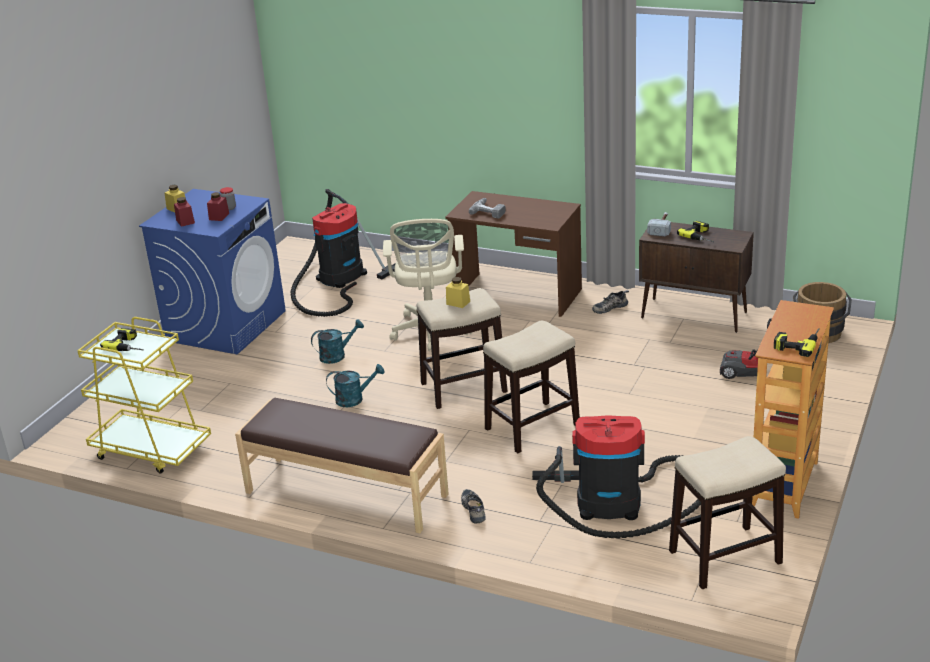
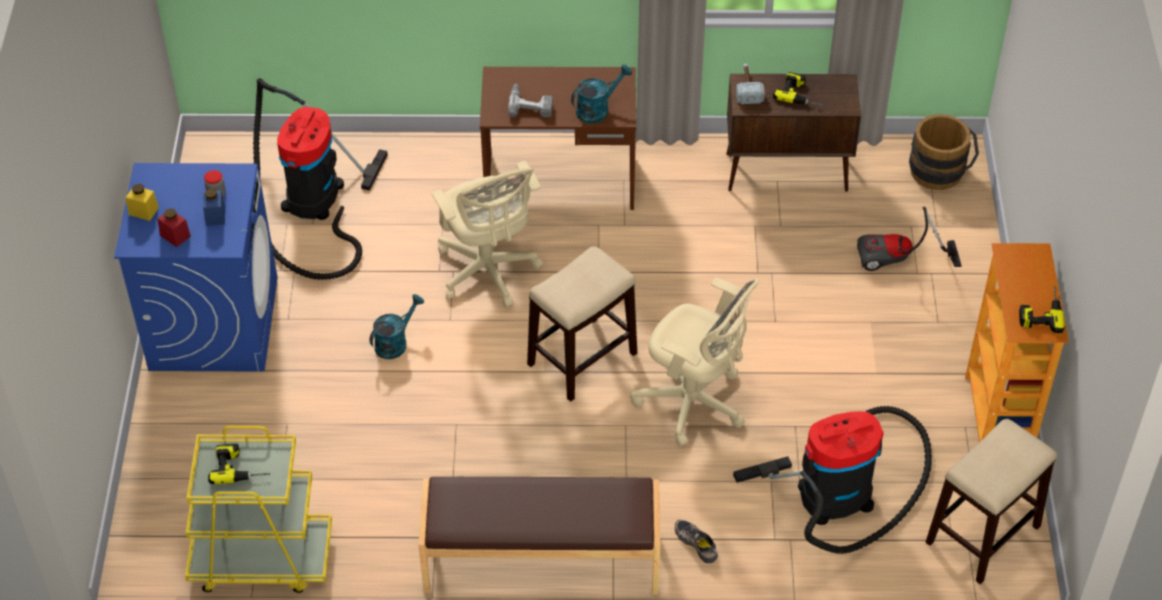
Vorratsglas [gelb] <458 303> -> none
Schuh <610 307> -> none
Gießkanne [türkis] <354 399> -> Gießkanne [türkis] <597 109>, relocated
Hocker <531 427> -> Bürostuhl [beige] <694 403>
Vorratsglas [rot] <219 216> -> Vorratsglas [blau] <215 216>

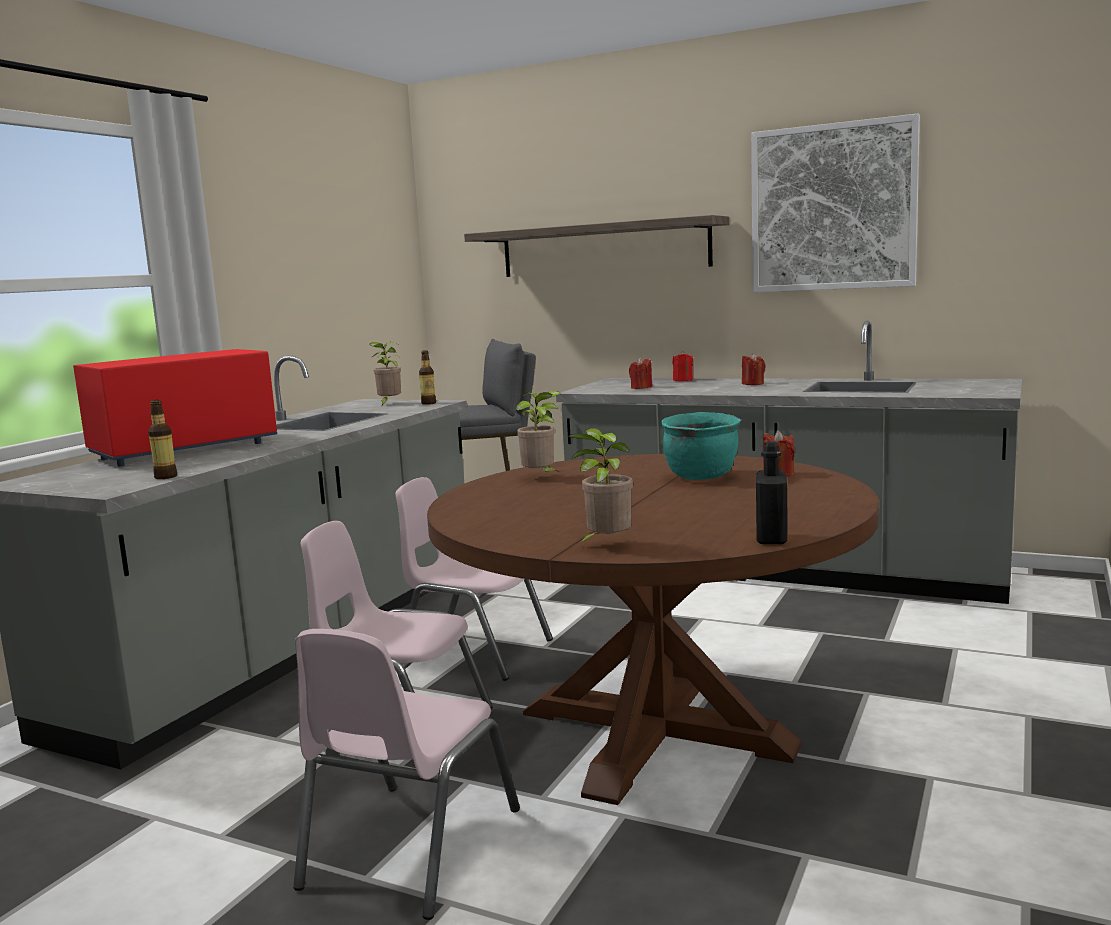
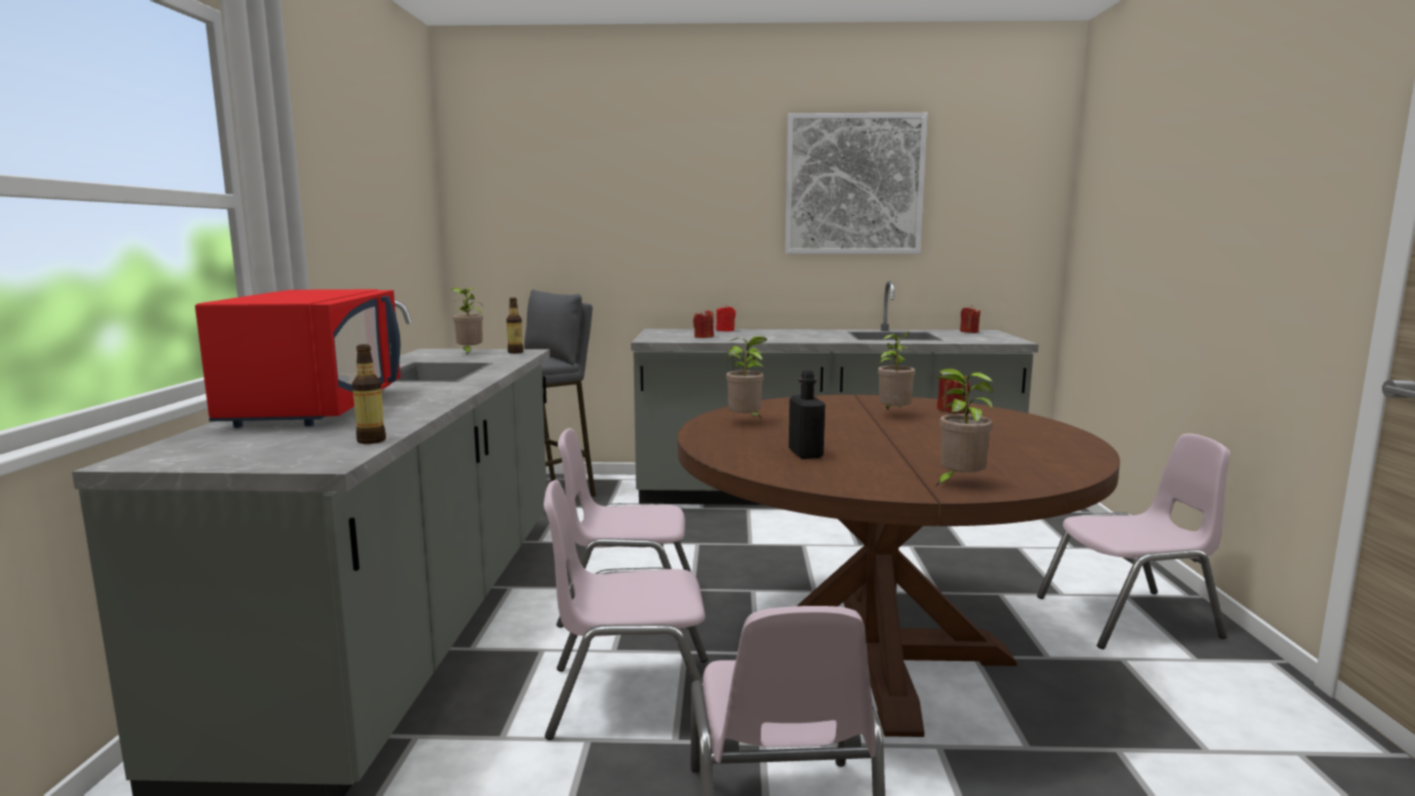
Wandregal <603 249> -> none
none -> Stuhl [rosa] <1129 618>
Kerze [rot] <753 384> -> Kerze [rot] <969 332>, relocated
Flasche [schwarz] <771 538> -> Flasche [schwarz] <805 454>, relocated
Kochtopf [türkis] <701 477> -> Topfpflanze <894 415>
Mikrowelle [rot] <183 450> -> Mikrowelle [rot] <317 408>, 150 degrees clockwise

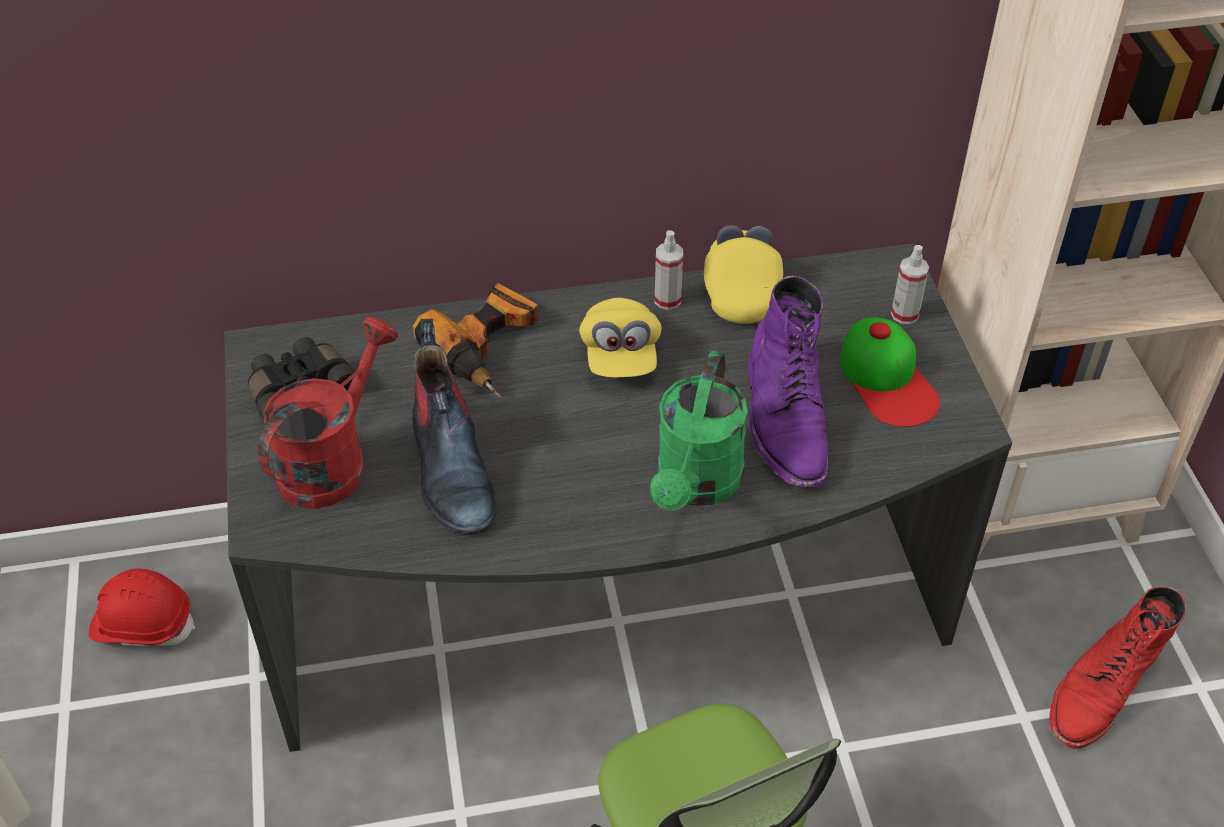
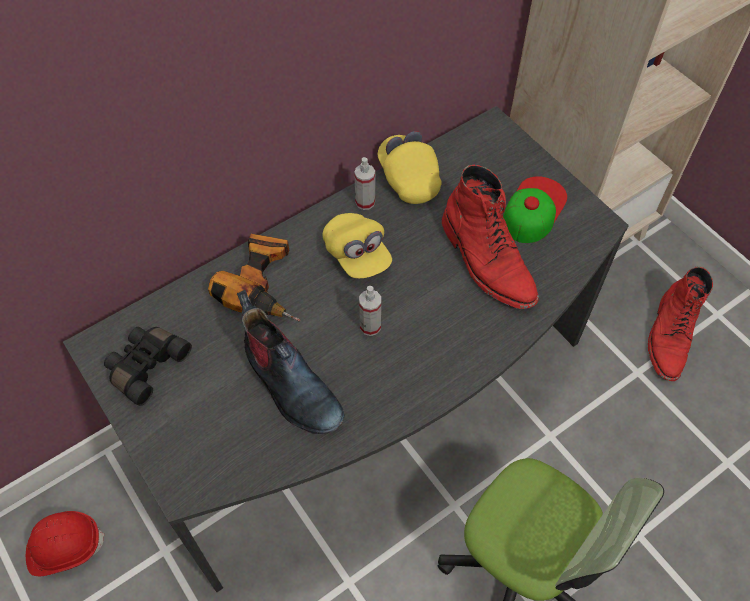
Gießkanne [rot] <332 460> -> none
Gießkanne [grün] <696 485> -> none
Sprühflasche <905 314> -> Sprühflasche <370 326>, relocated
Stiefel [lila] <785 419> -> Stiefel [rot] <487 261>
Kappe <887 379> -> Kappe <533 209>, 105 degrees counterclockwise

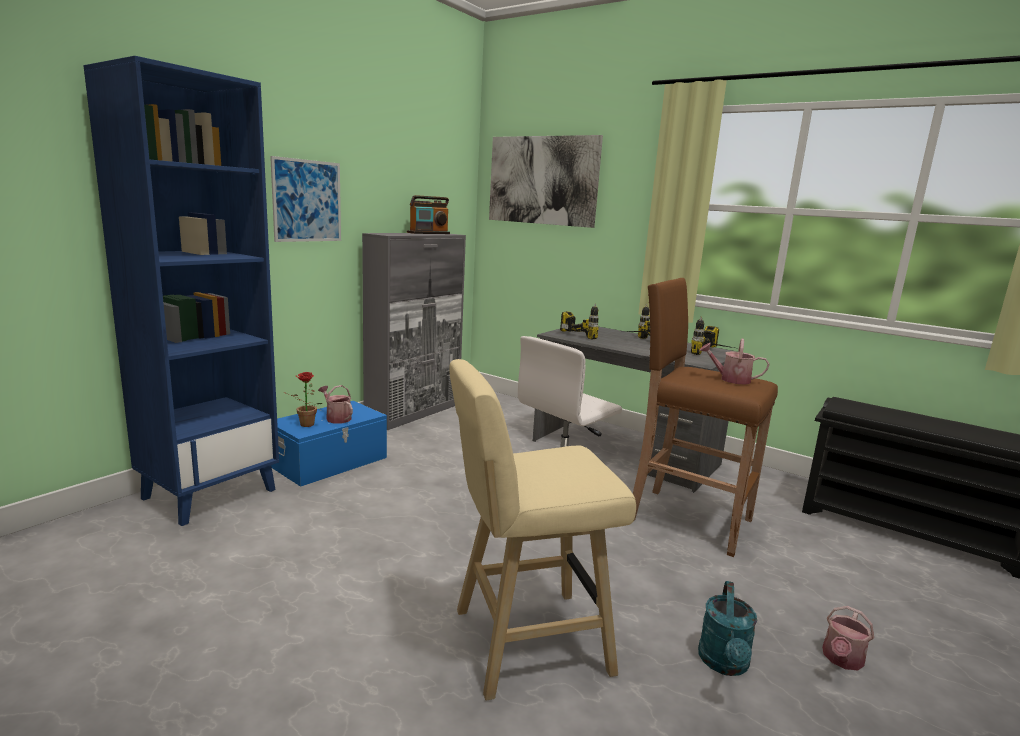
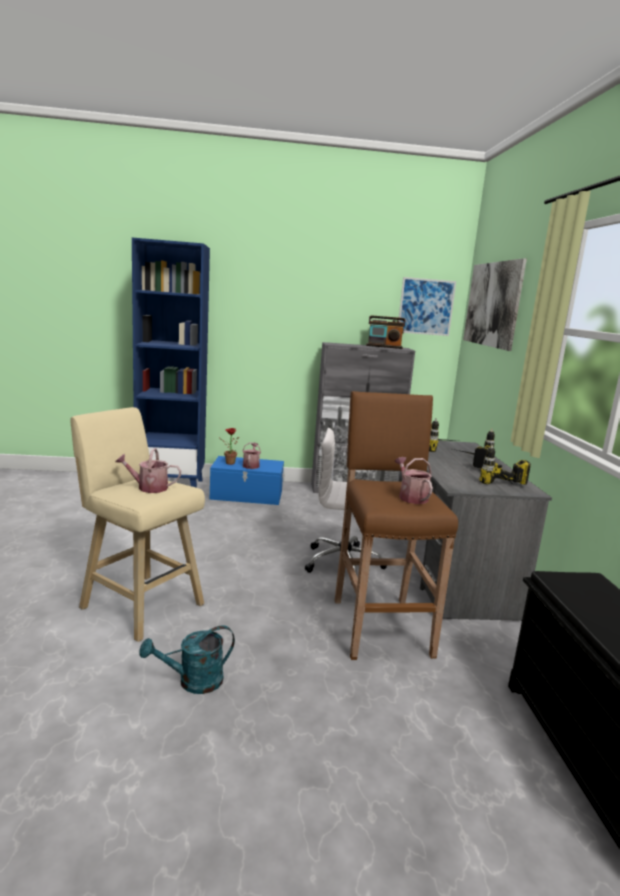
Bild <307 201> -> Bild <426 307>, relocated
Gießkanne <841 660> -> Gießkanne <148 488>, relocated

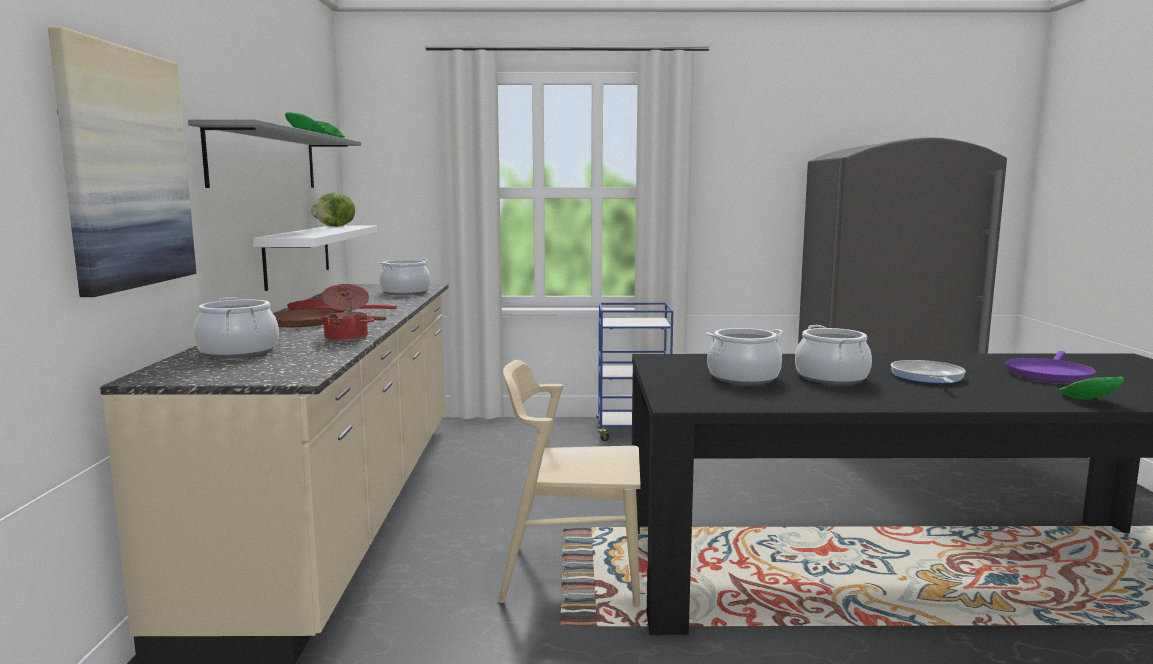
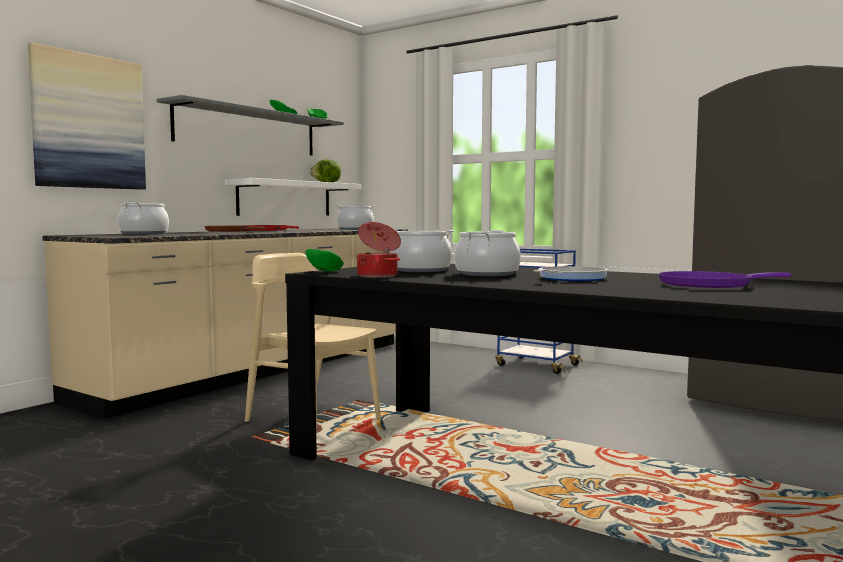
Kochtopf <347 337> -> Kochtopf <378 276>, relocated
Schüssel [grün] <1087 400> -> Schüssel [grün] <326 271>, relocated

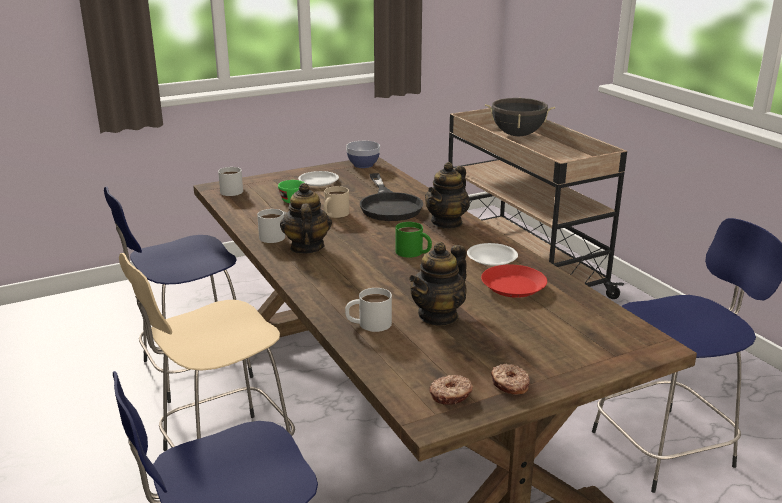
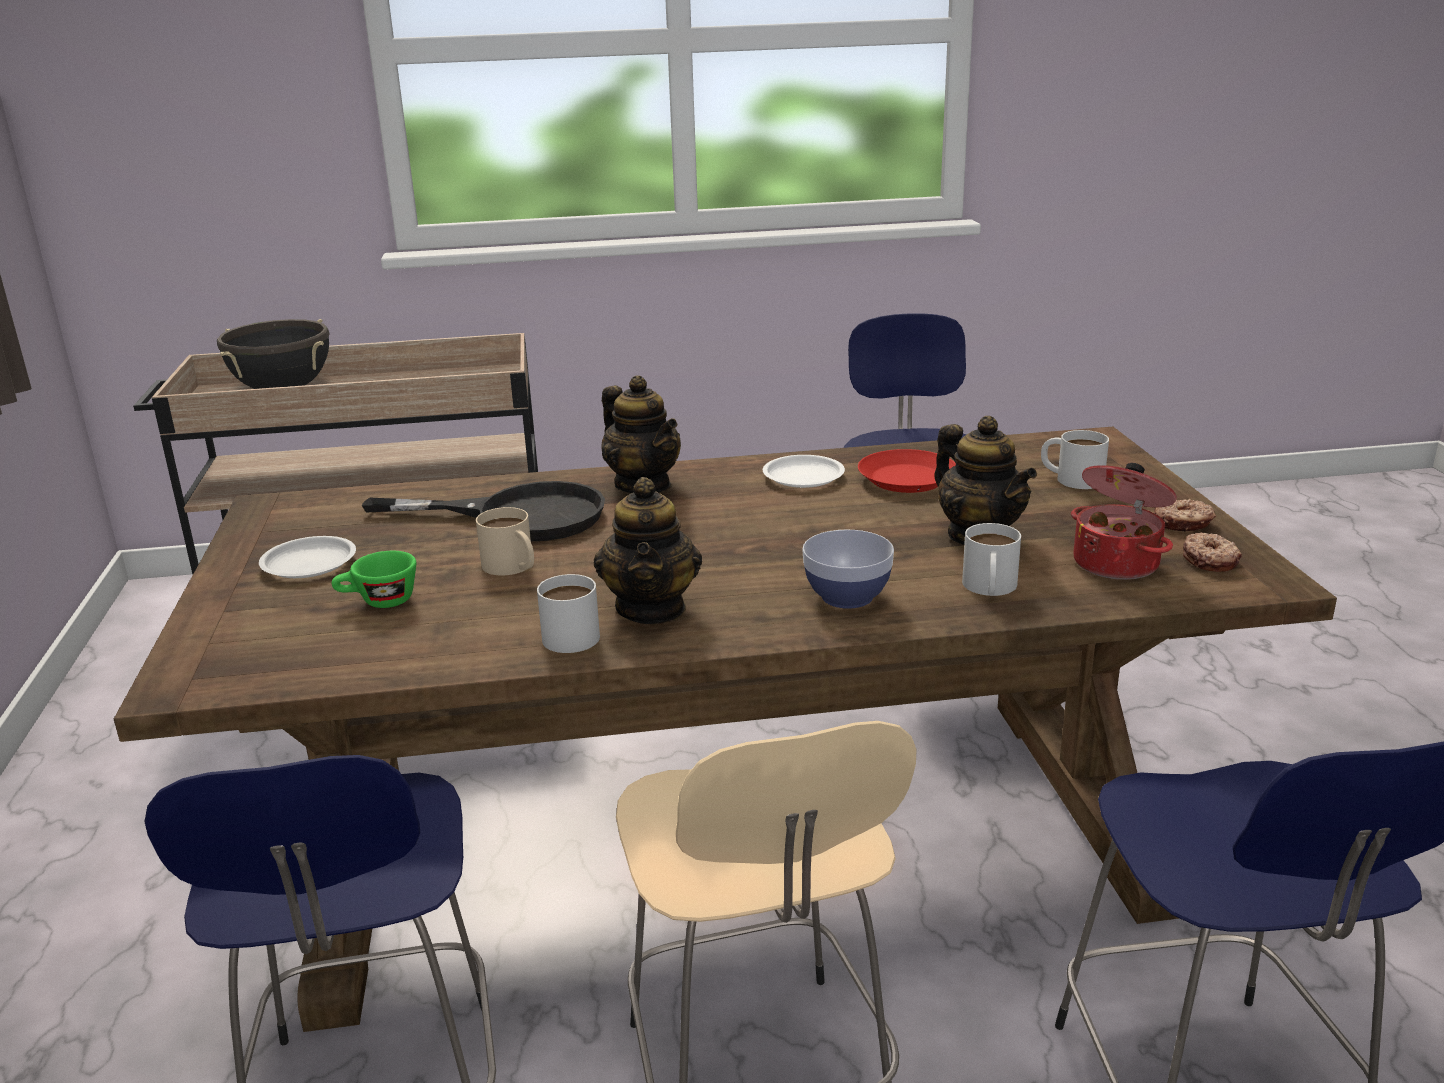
Henkelbecher [grün] <414 253> -> none
none -> Kochtopf <1117 563>
Henkelbecher [weiß] <233 190> -> Henkelbecher [weiß] <1071 478>, relocated
Schüssel <363 165> -> Schüssel <847 596>, relocated
Teekanne <306 247> -> Teekanne <652 608>, 105 degrees counterclockwise

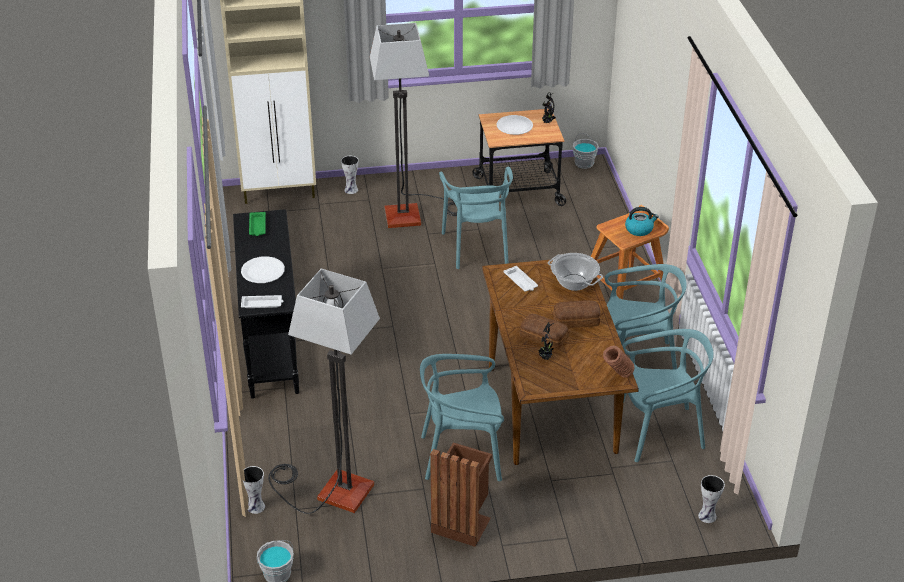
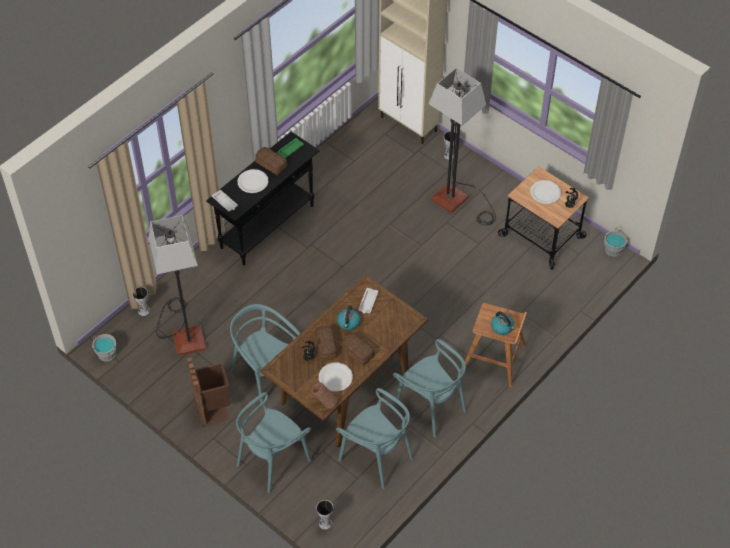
Kochtopf <574 282> -> none
none -> Brot <271 163>
none -> Teller [weiß] <335 377>
none -> Wasserkessel <348 323>
Stuhl [türkis] <477 247> -> Stuhl [türkis] <273 460>, relocated

